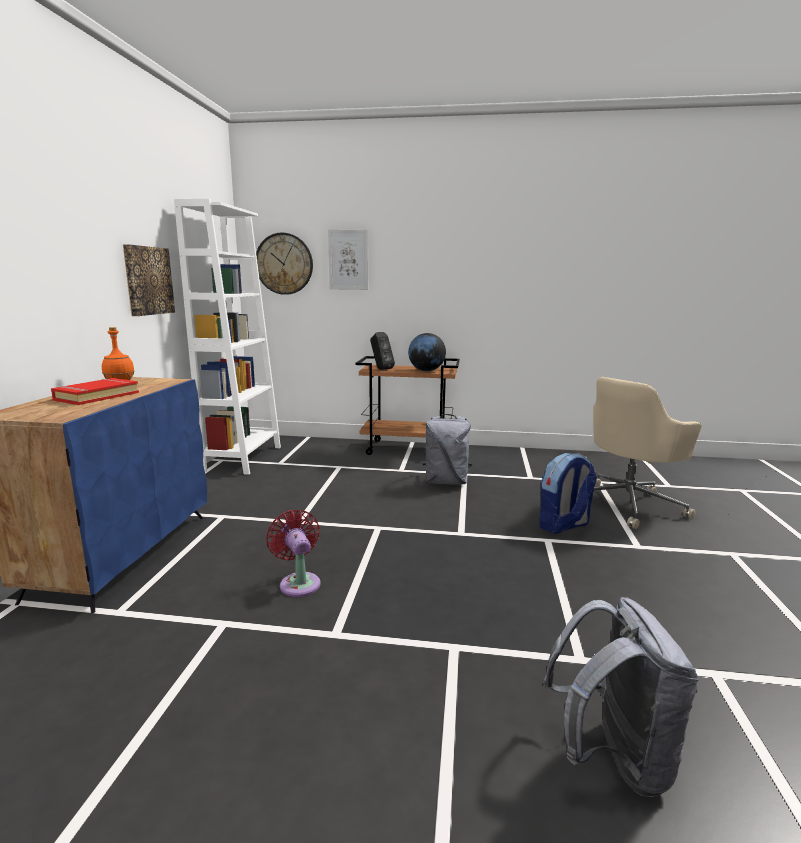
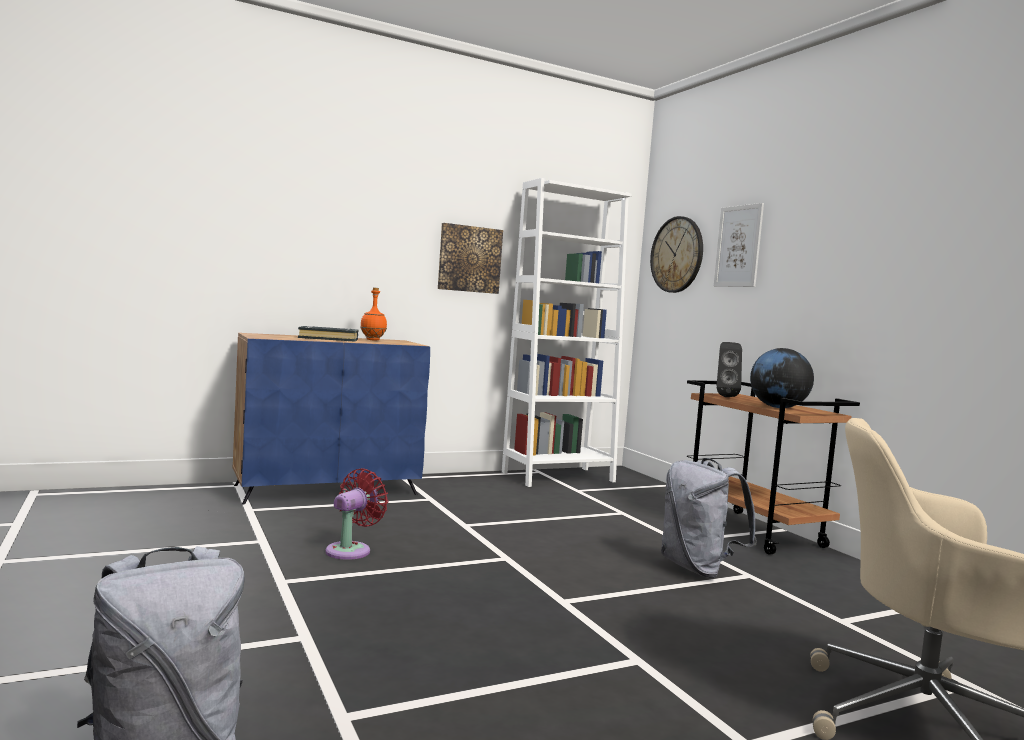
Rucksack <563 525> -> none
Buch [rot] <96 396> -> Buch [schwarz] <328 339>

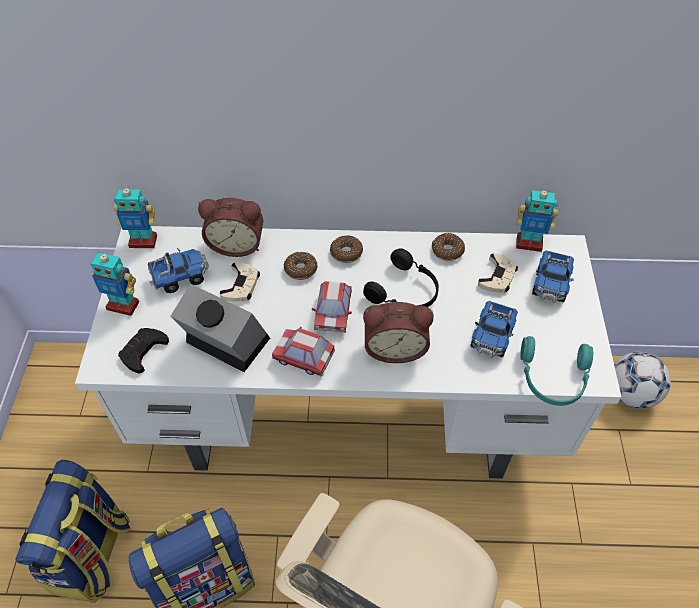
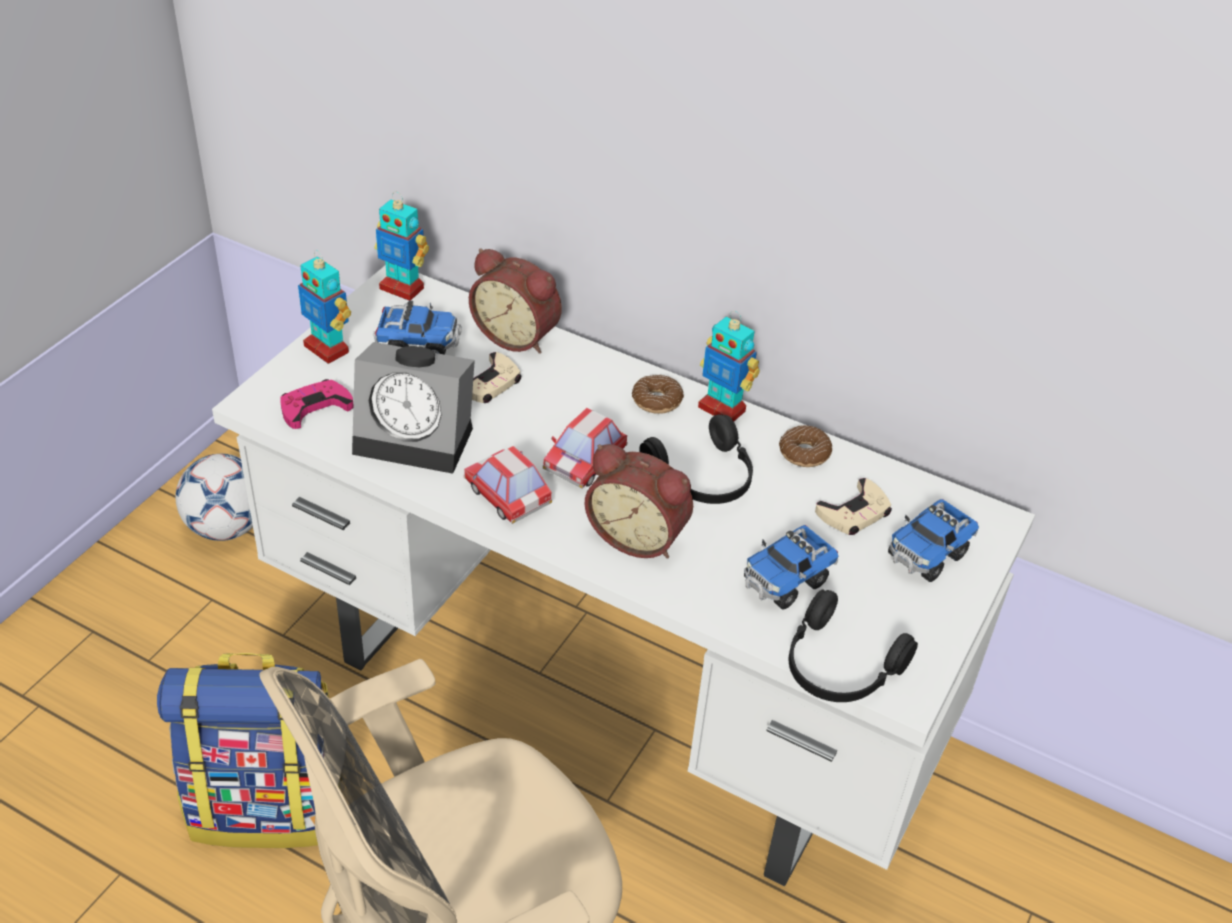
Rucksack <93 555> -> none
Donut <301 269> -> none
Spielzeugroboter <529 243> -> Spielzeugroboter <722 409>, relocated
Fußball <630 394> -> Fußball <226 527>, relocated
Gamepad [schwarz] <143 351> -> Gamepad [rosa] <315 407>
Kopfhörer [türkis] <553 378> -> Kopfhörer [schwarz] <838 667>
Wecker <223 342> -> Wecker <418 437>, 135 degrees clockwise

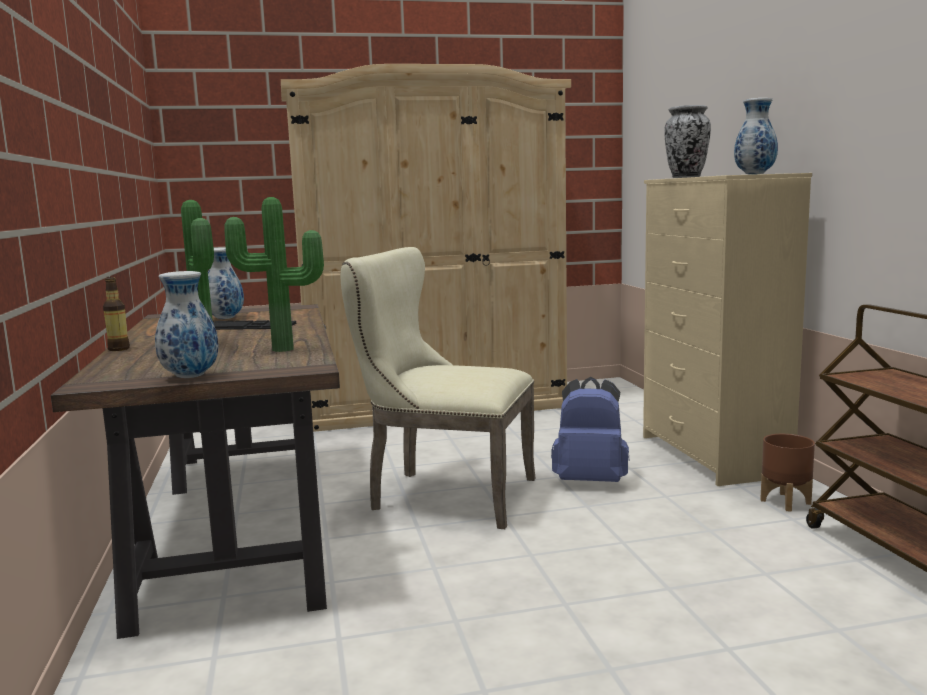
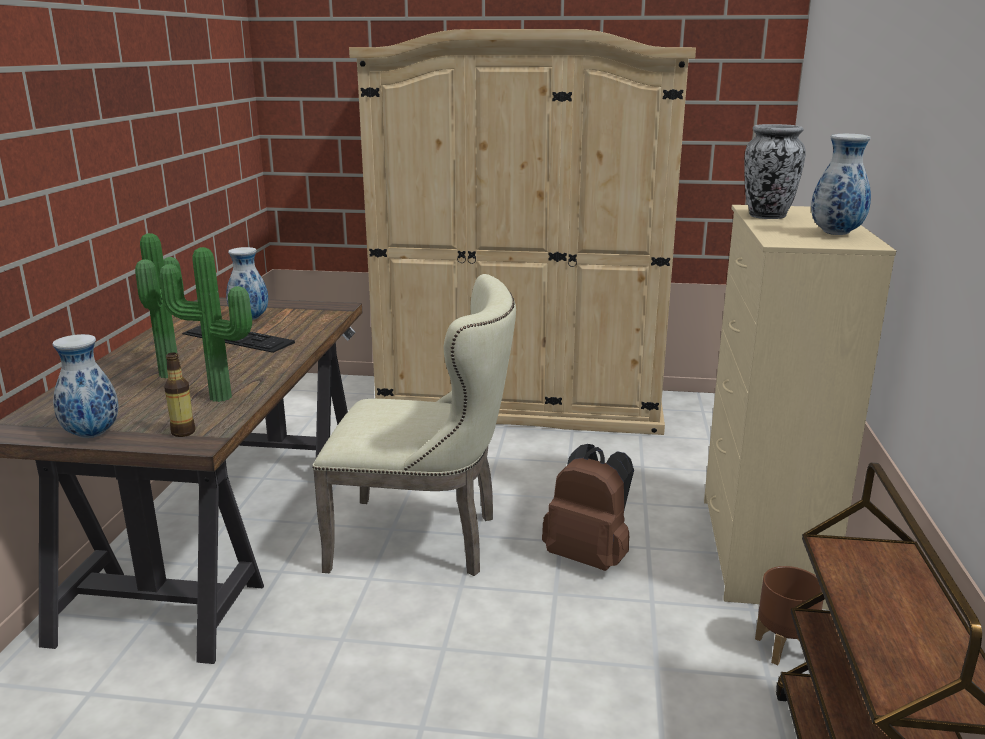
Flasche <118 349> -> Flasche <183 432>, relocated
Rucksack [blau] <590 481> -> Rucksack [braun] <589 557>
Stuhl [beige] <442 495> -> Stuhl [beige] <426 539>, 150 degrees clockwise

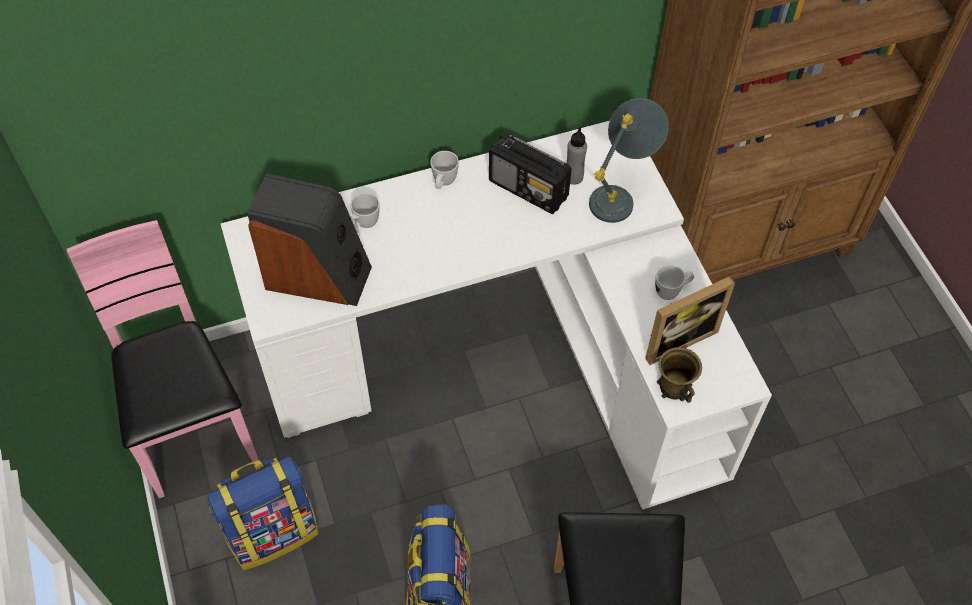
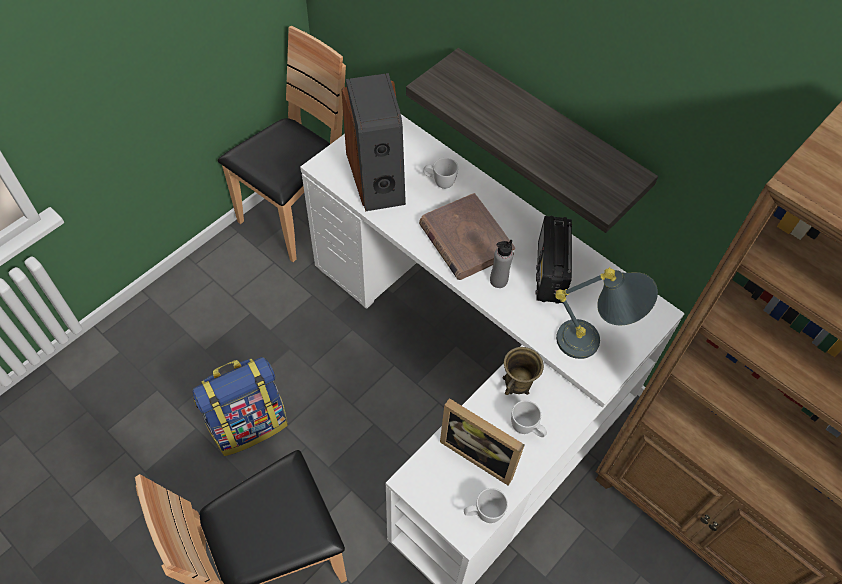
Rucksack <272 530> -> none
none -> Wandregal <547 132>
none -> Buch [braun] <465 239>
Henkelbecher [weiß] <443 183> -> Henkelbecher [weiß] <483 514>, relocated
Flasche [grau] <573 177> -> Flasche [grau] <498 280>, relocated
Henkelbecher [braun] <674 386> -> Henkelbecher [braun] <518 382>, relocated
Stuhl [rosa] <192 428> -> Stuhl [braun] <297 213>

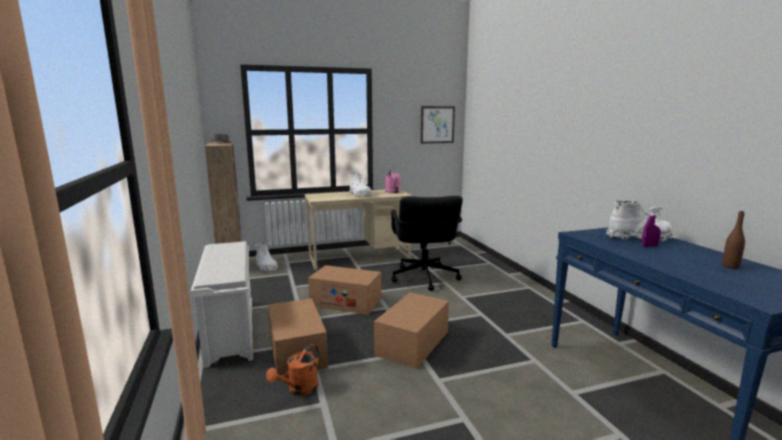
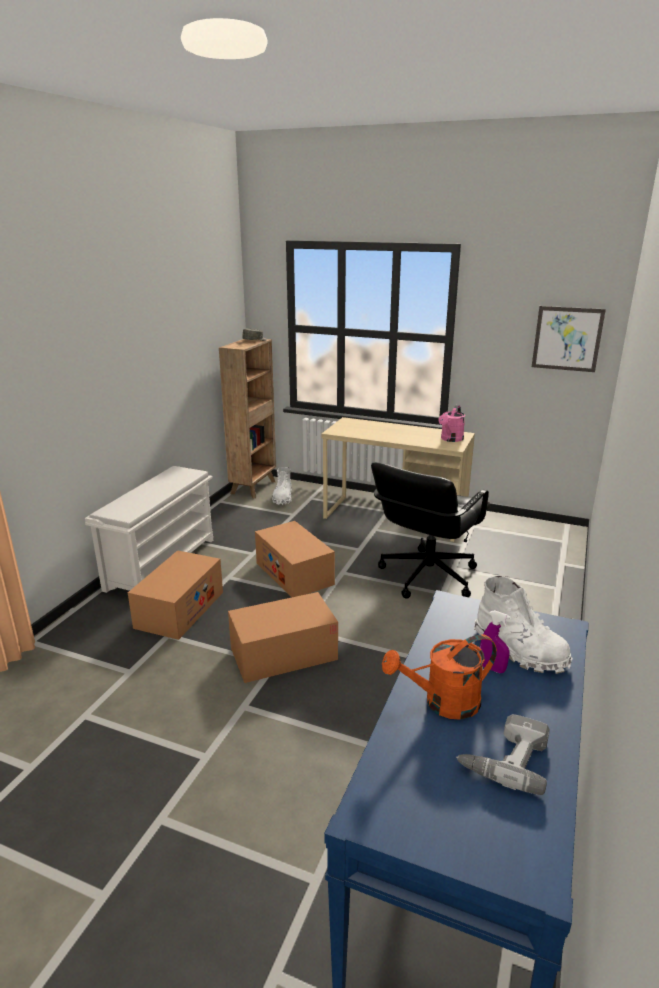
Stiefel [weiß] <360 194> -> none
Gießkanne [orange] <299 390> -> Gießkanne [orange] <443 703>, relocated
Flasche [braun] <730 266> -> Bohrmaschine <504 757>

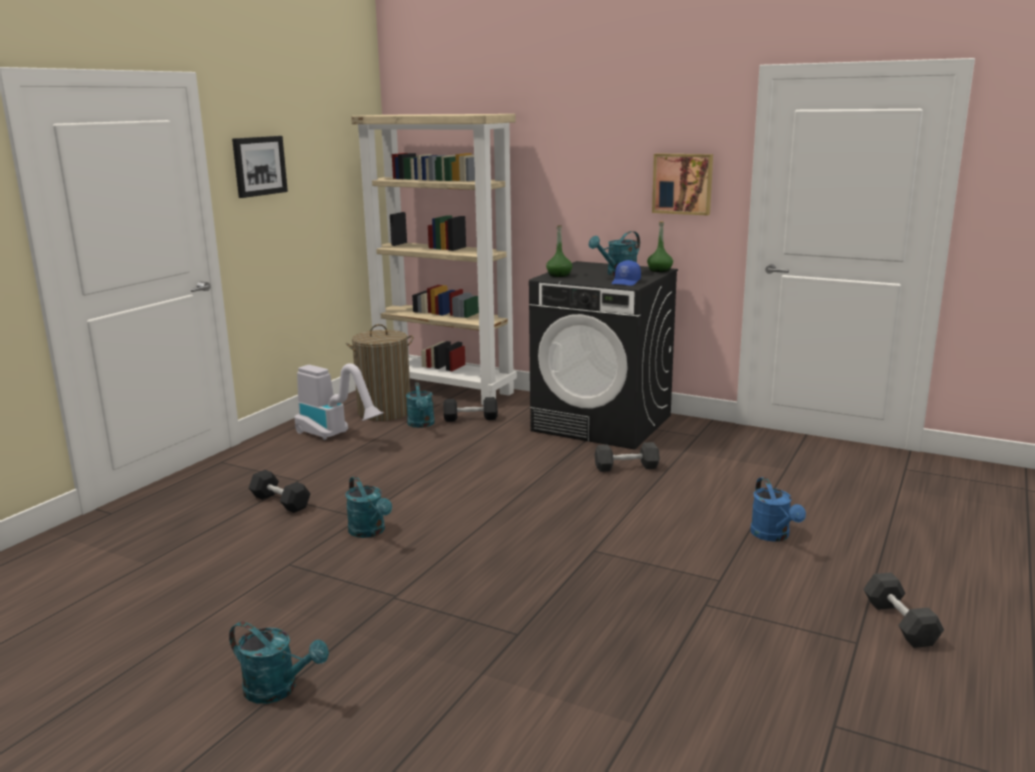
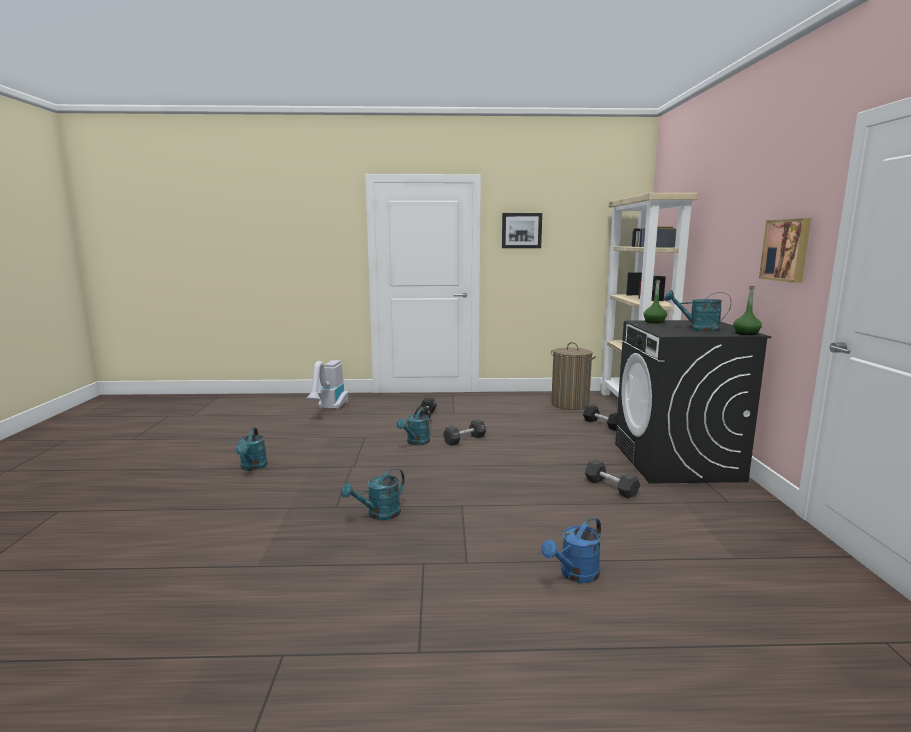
Kappe [blau] <626 282> -> none
Staubsauger <336 436> -> Staubsauger <329 409>, relocated
Gießkanne [türkis] <421 424> -> Gießkanne [türkis] <379 515>, relocated
Hantel [schwarz] <900 623> -> Hantel [schwarz] <465 439>, relocated

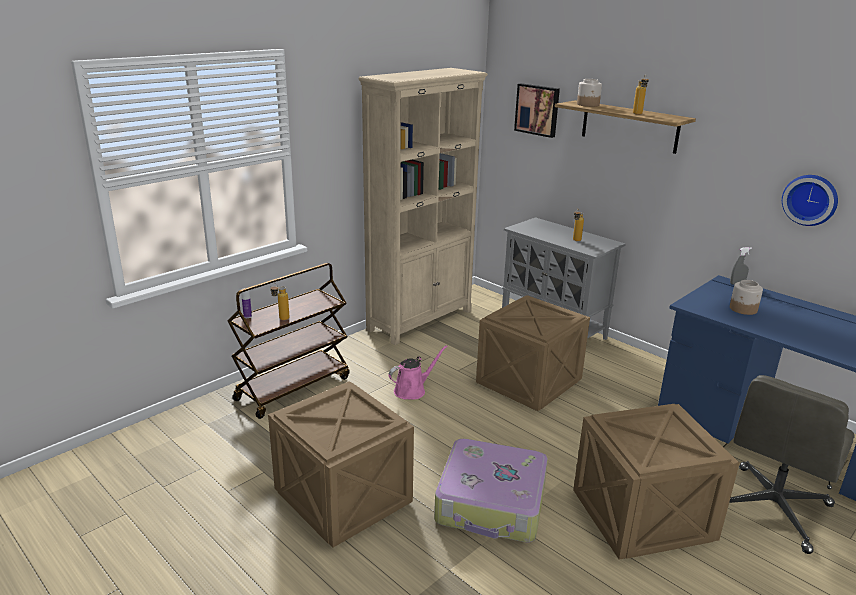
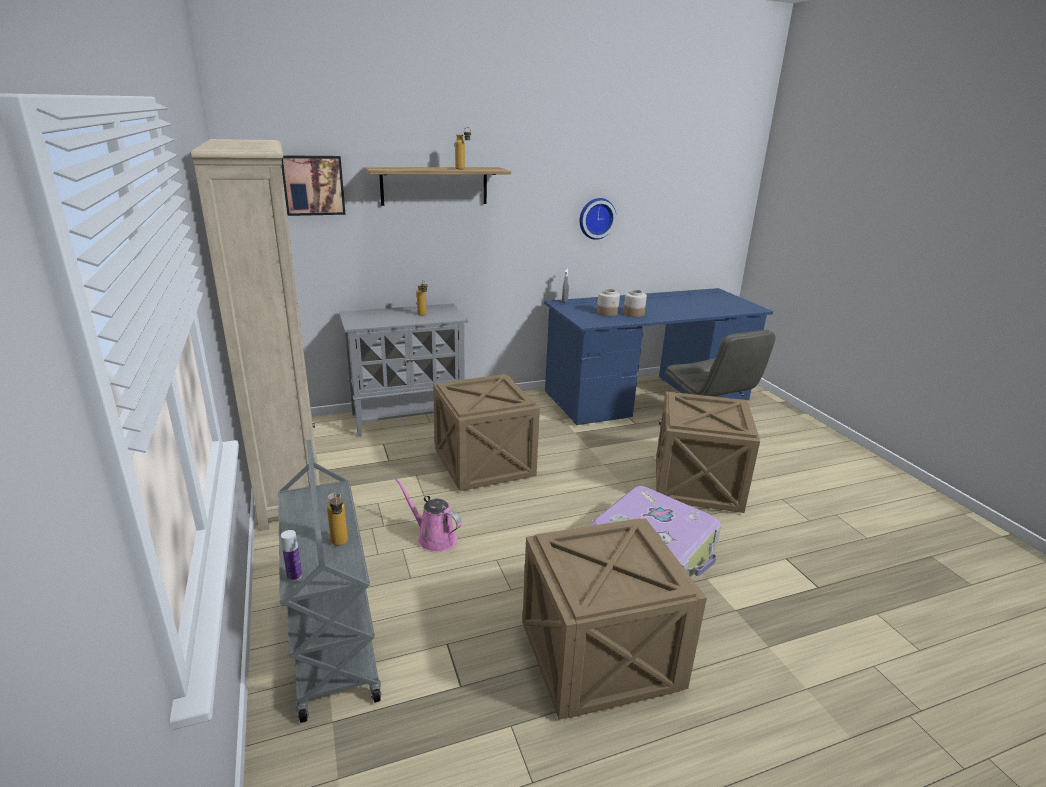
Vorratsglas <588 105> -> Vorratsglas <634 313>, relocated
Rollwagen [braun] <293 388> -> Rollwagen [grau] <332 641>
Gießkanne [rosa] <412 390> -> Gießkanne [rosa] <433 538>, 45 degrees counterclockwise

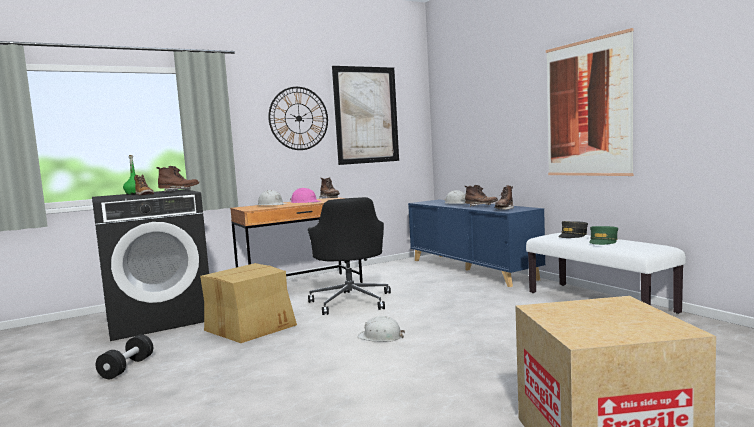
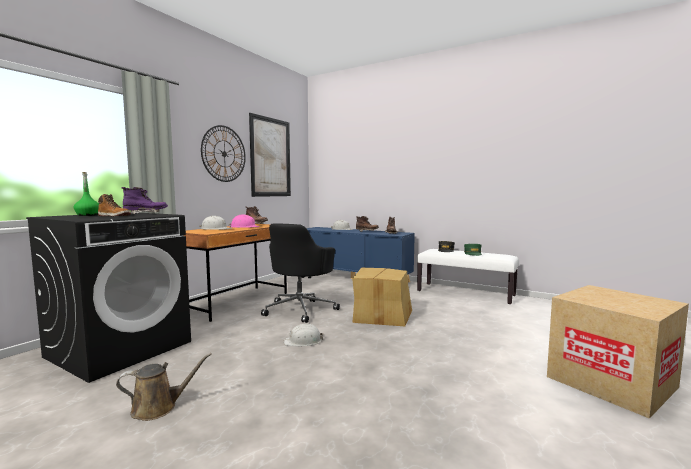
Bild <587 108> -> none
Karton <251 326> -> Karton <381 315>, relocated
Schutzhelm [weiß] <380 337> -> Schutzhelm [weiß] <303 341>, relocated
Hantel [schwarz] <127 368> -> Gießkanne [braun] <159 408>
Stiefel [braun] <179 191> -> Stiefel [lila] <146 214>
Bürostuhl [schwarz] <351 301> -> Bürostuhl [schwarz] <300 309>, 60 degrees clockwise

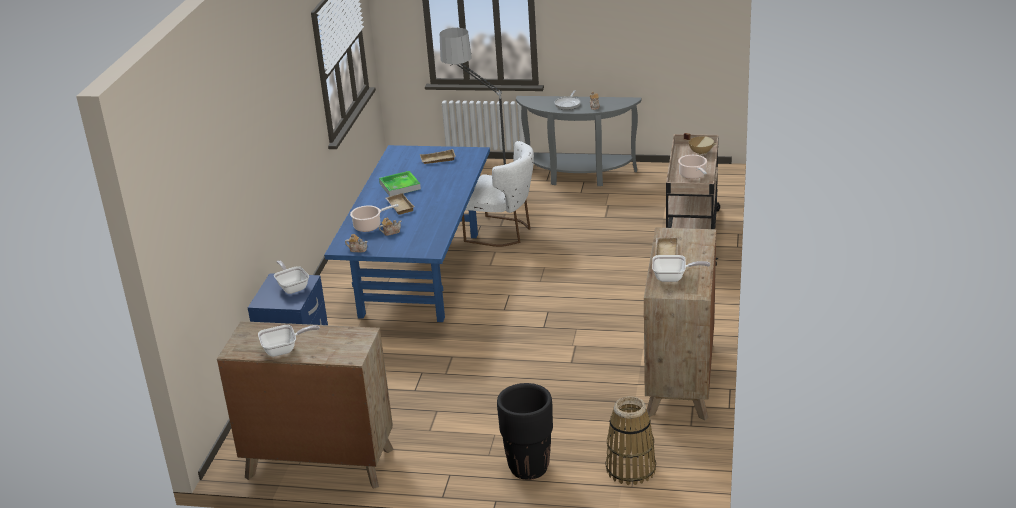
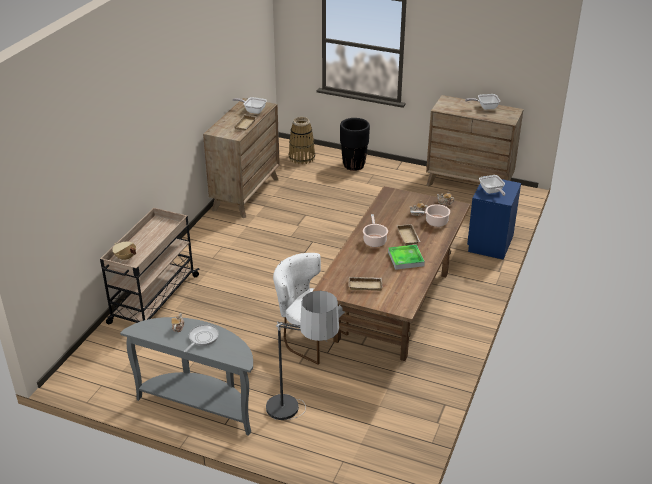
Kochtopf <693 175> -> Kochtopf <374 240>, relocated
Esstisch [blau] <420 273> -> Esstisch [braun] <393 306>

